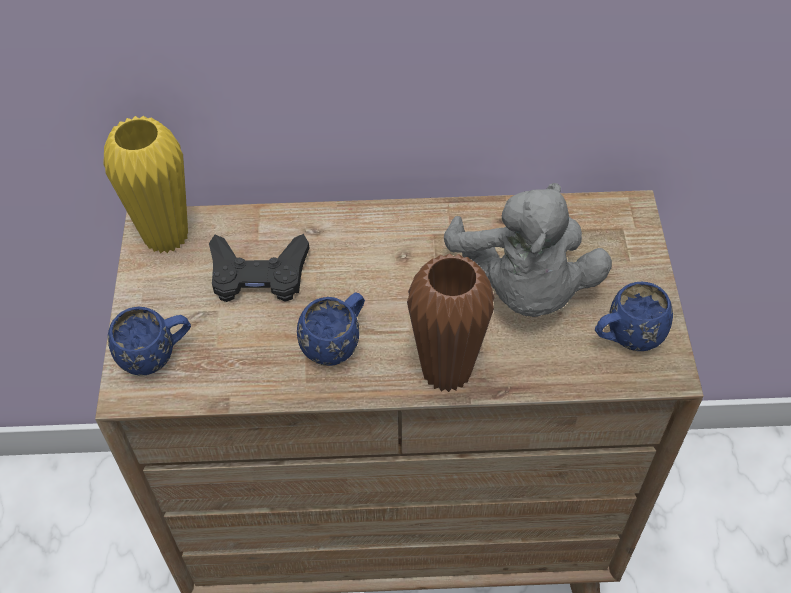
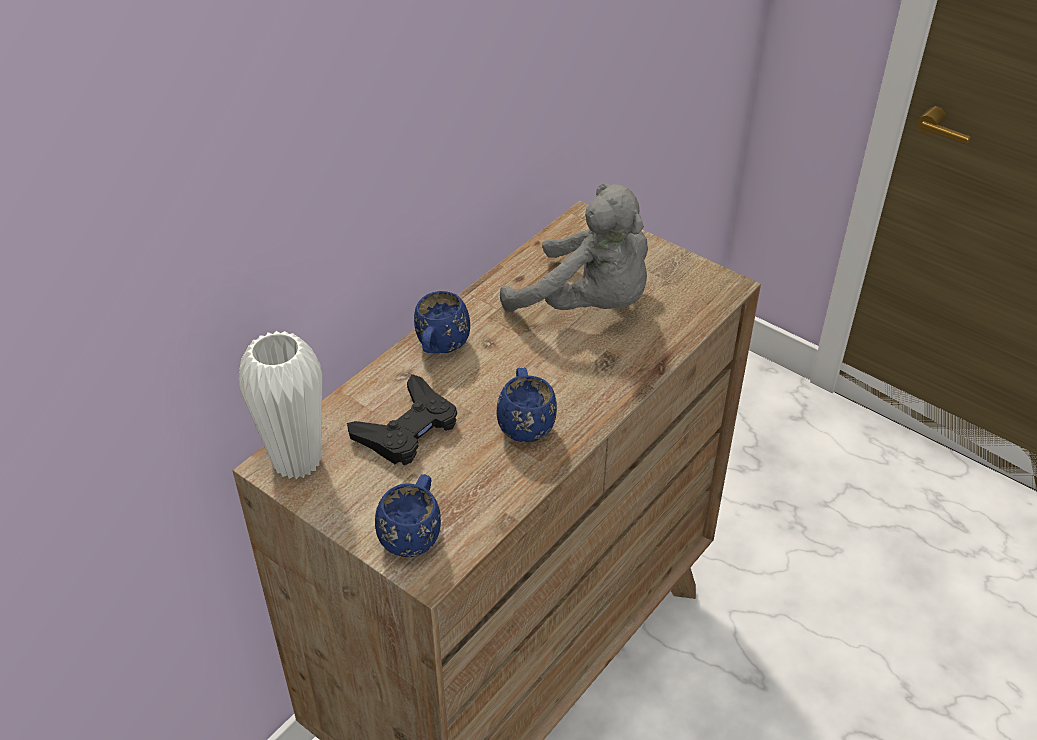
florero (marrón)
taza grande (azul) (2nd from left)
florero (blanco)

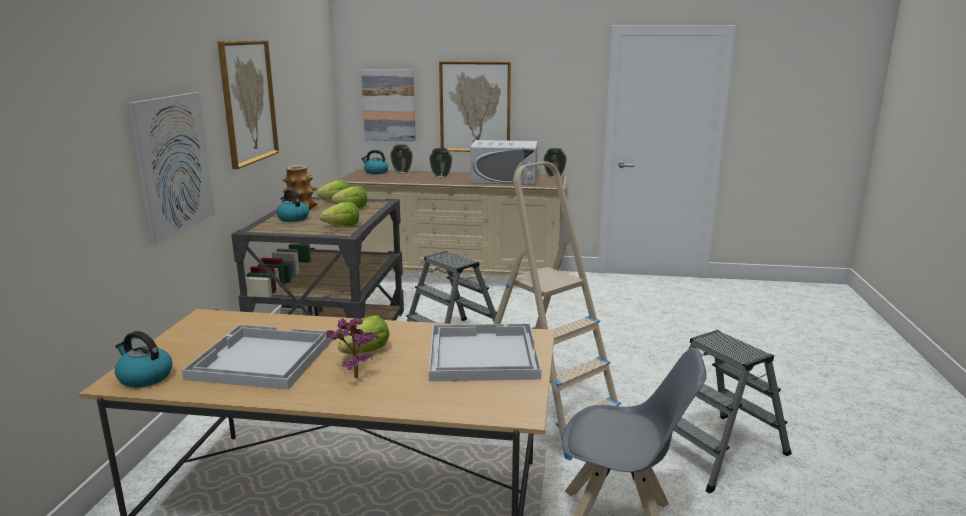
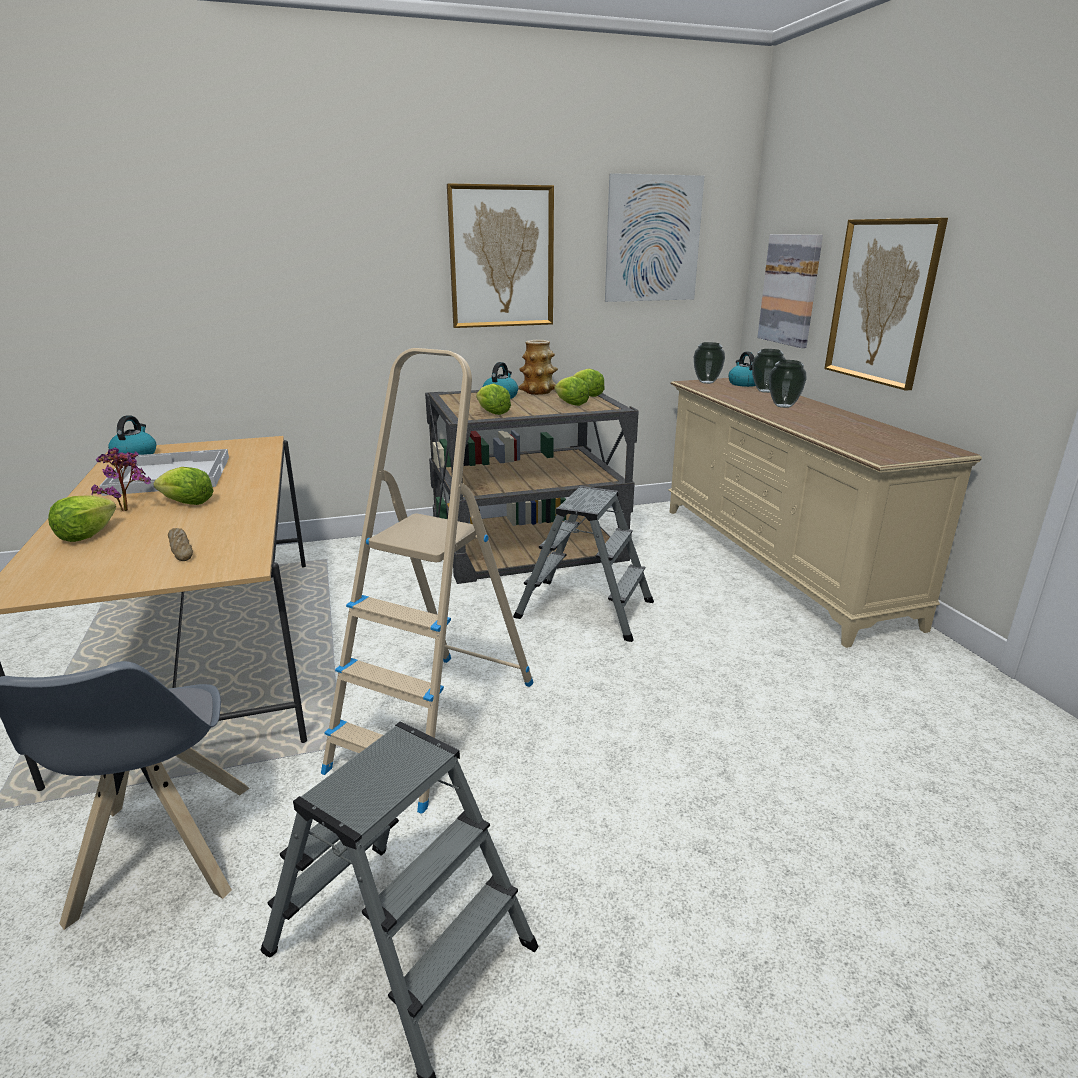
microondas (blanco)
lechuga (1st from left)
cuadro (2nd from left)
florero (2nd from left)
pan

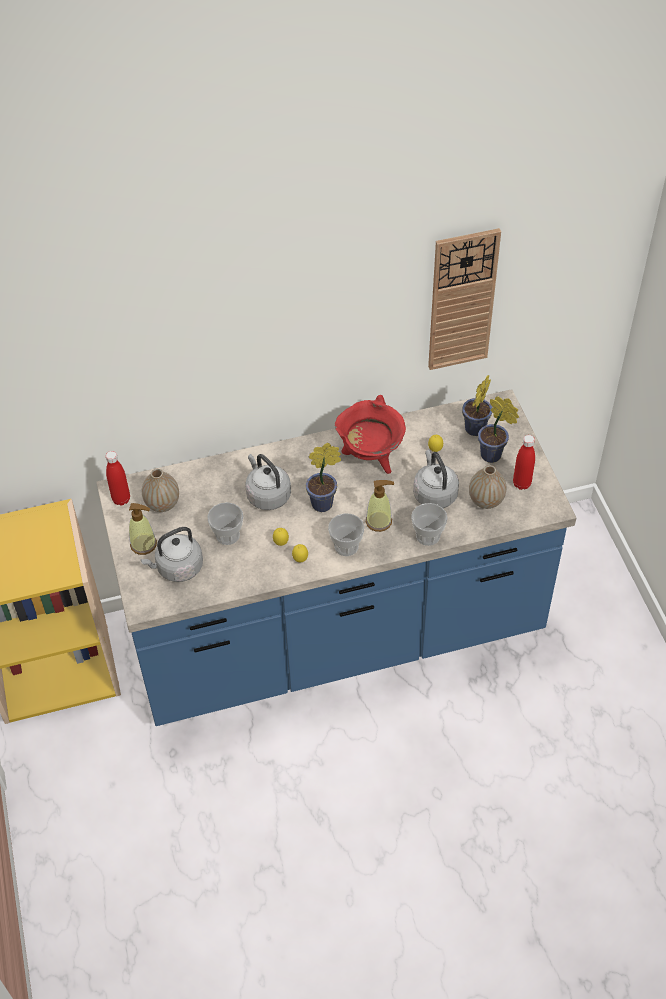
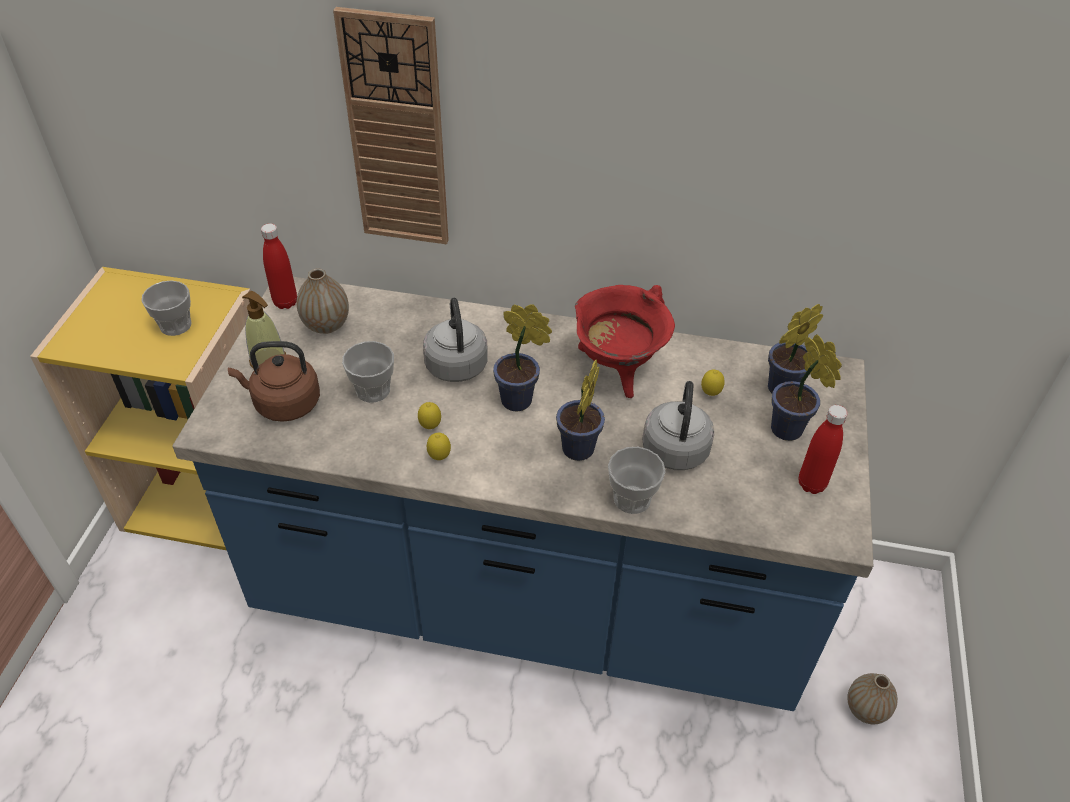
taza (1st from left)
reloj de pared
florero (2nd from left)
planta en maceta (2nd from left)
hervidor (marrón)

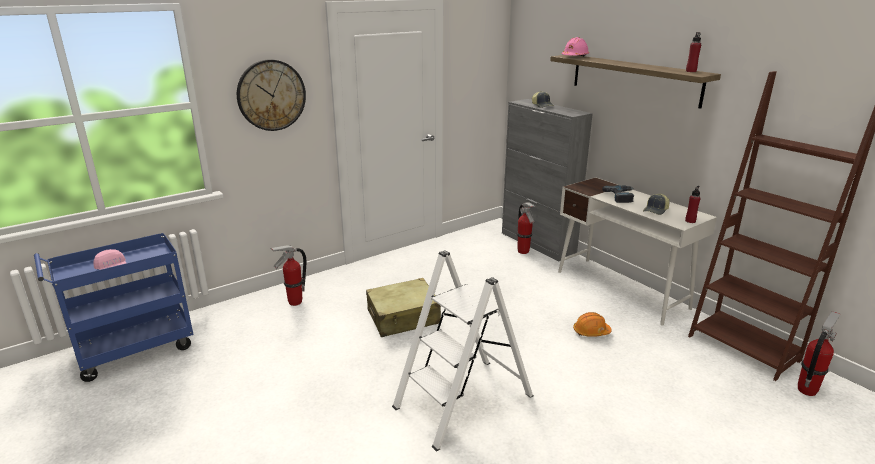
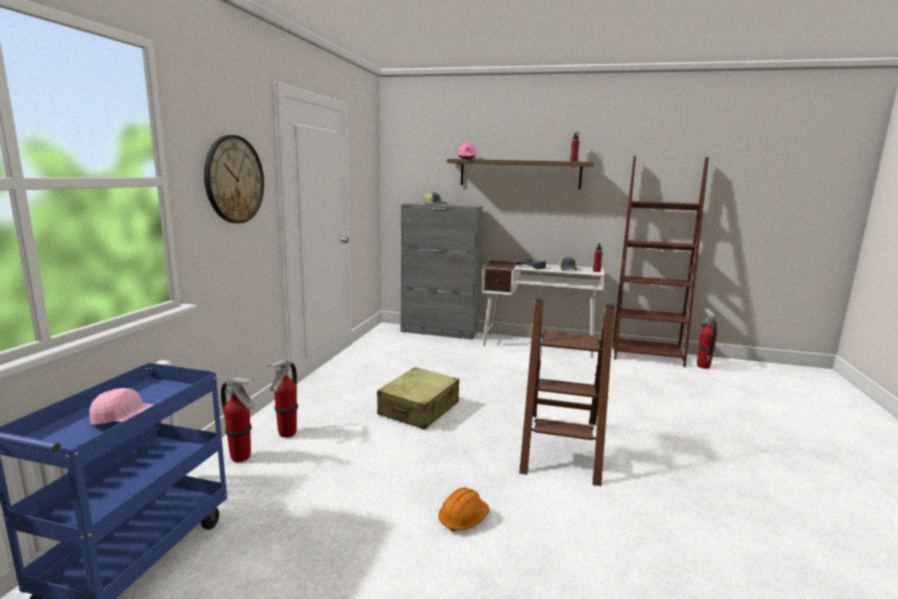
extintor (1st from left)
casco (naranja)
escalera de tijera (marrón)

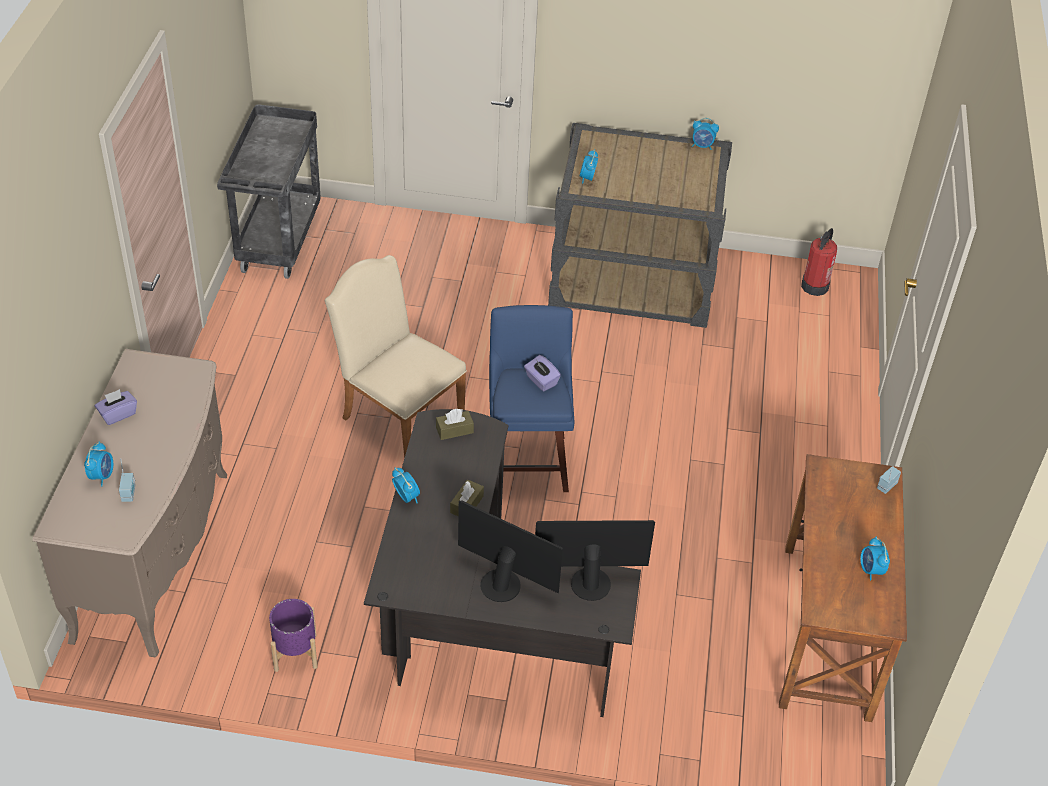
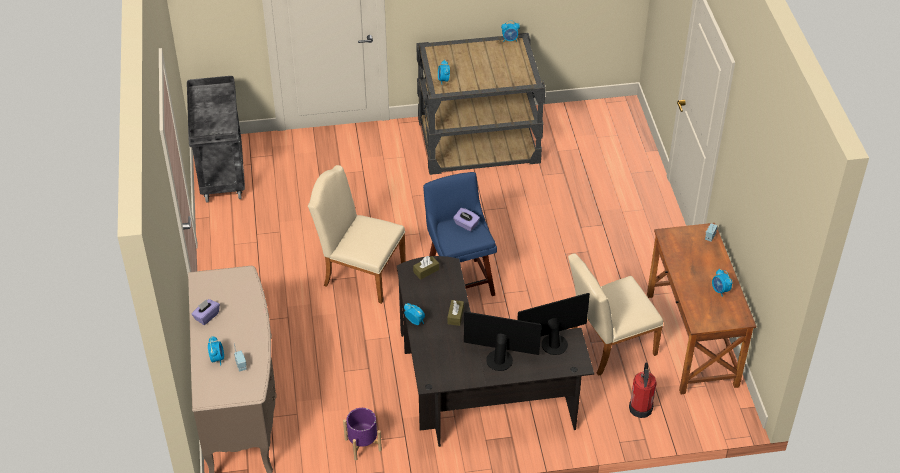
silla (beis) (2nd from left)
extintor

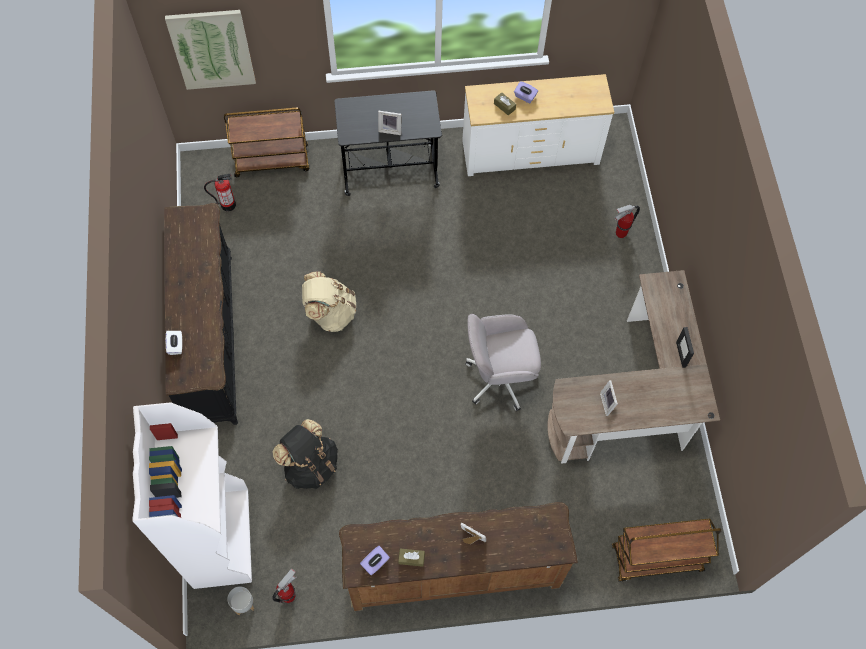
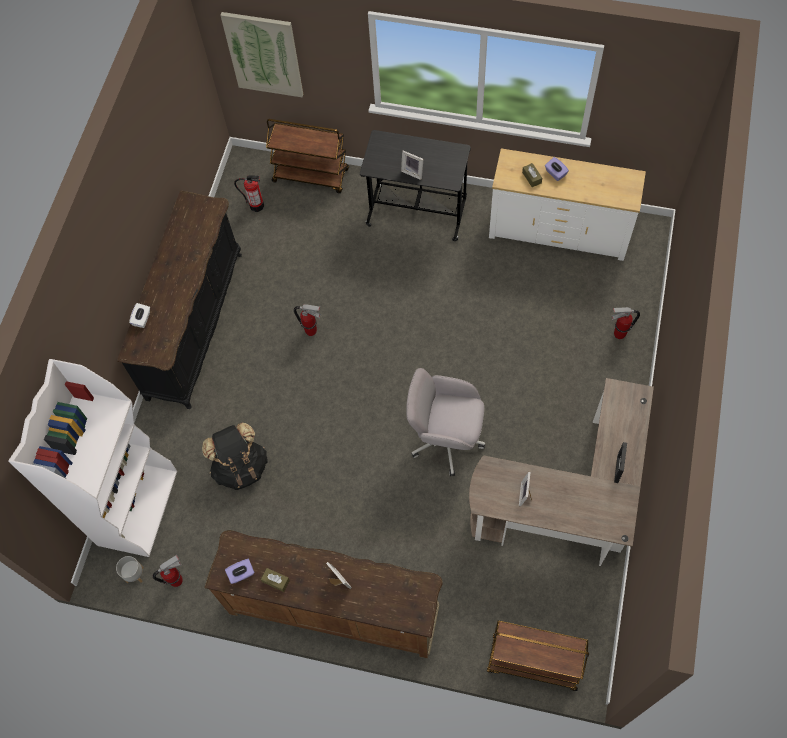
extintor (3rd from left)

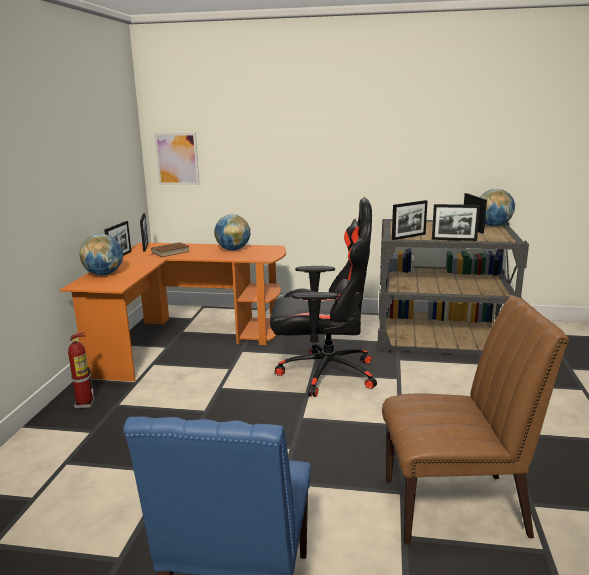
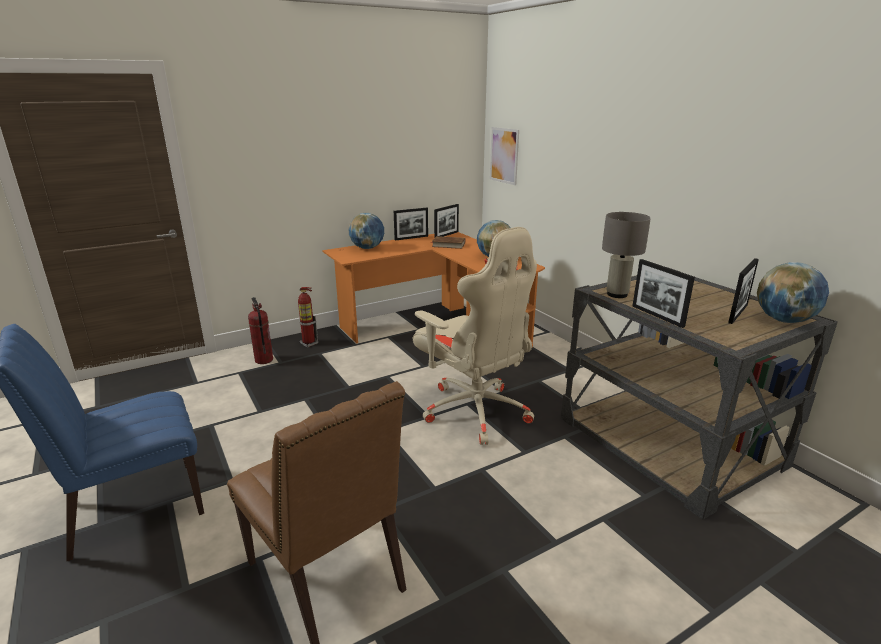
extintor (1st from left)
lámpara de mesa (gris)
silla de oficina (beis)

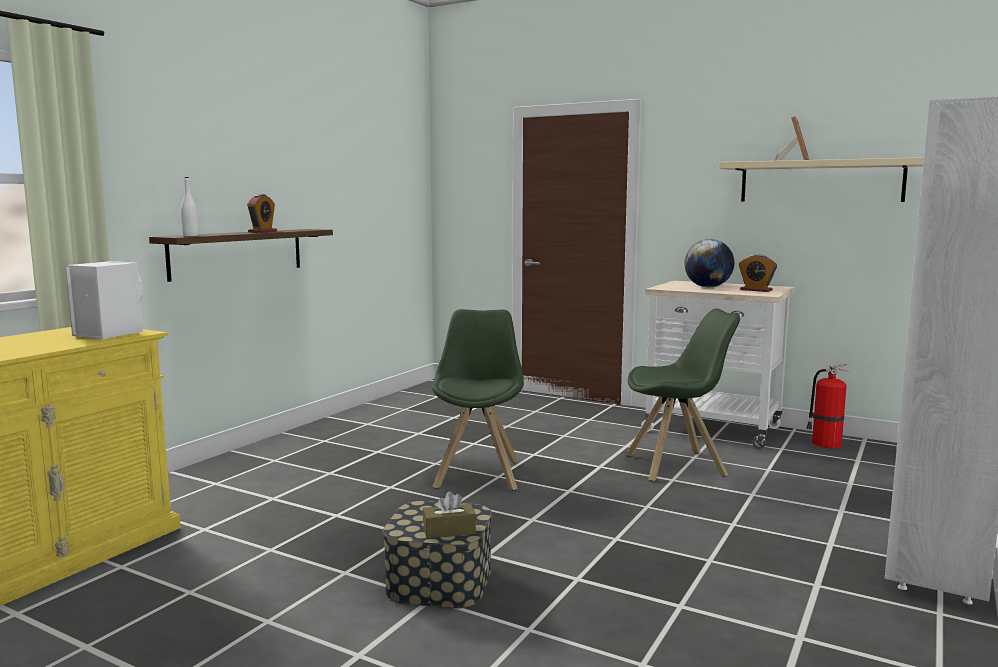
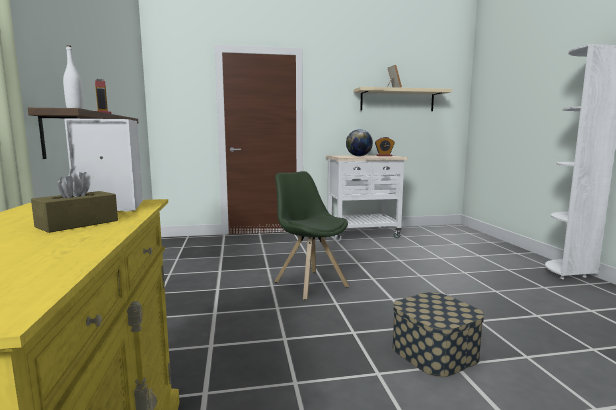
silla (verde) (2nd from left in the first image)
extintor
caja de pañuelos (marrón)

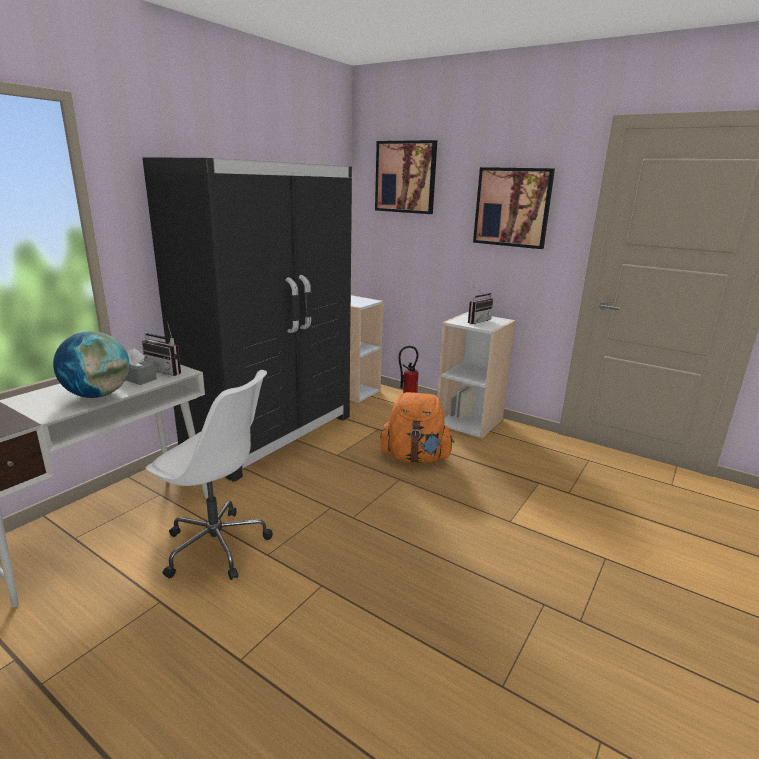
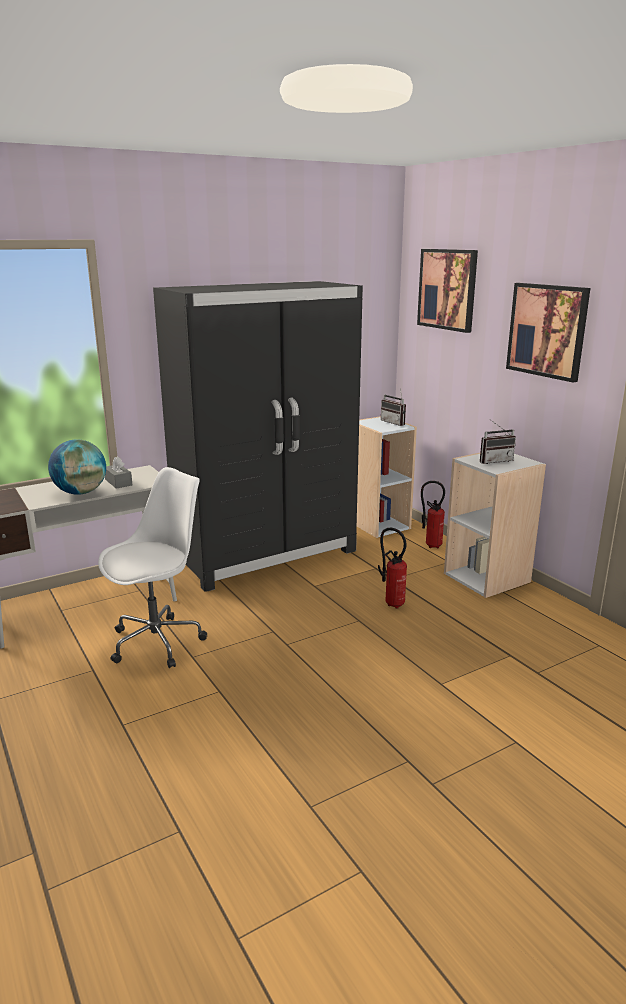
radio (1st from left)
extintor (1st from left)
silla de oficina (blanco)

